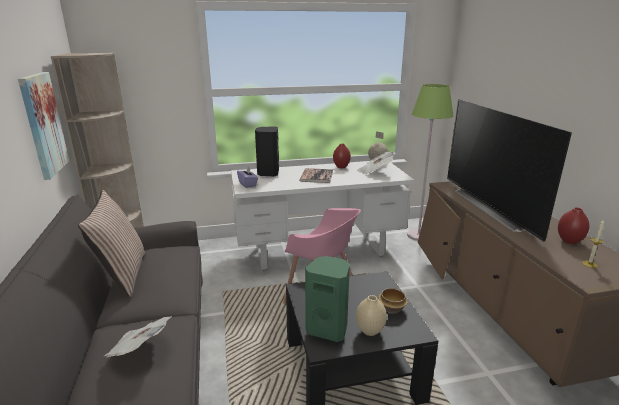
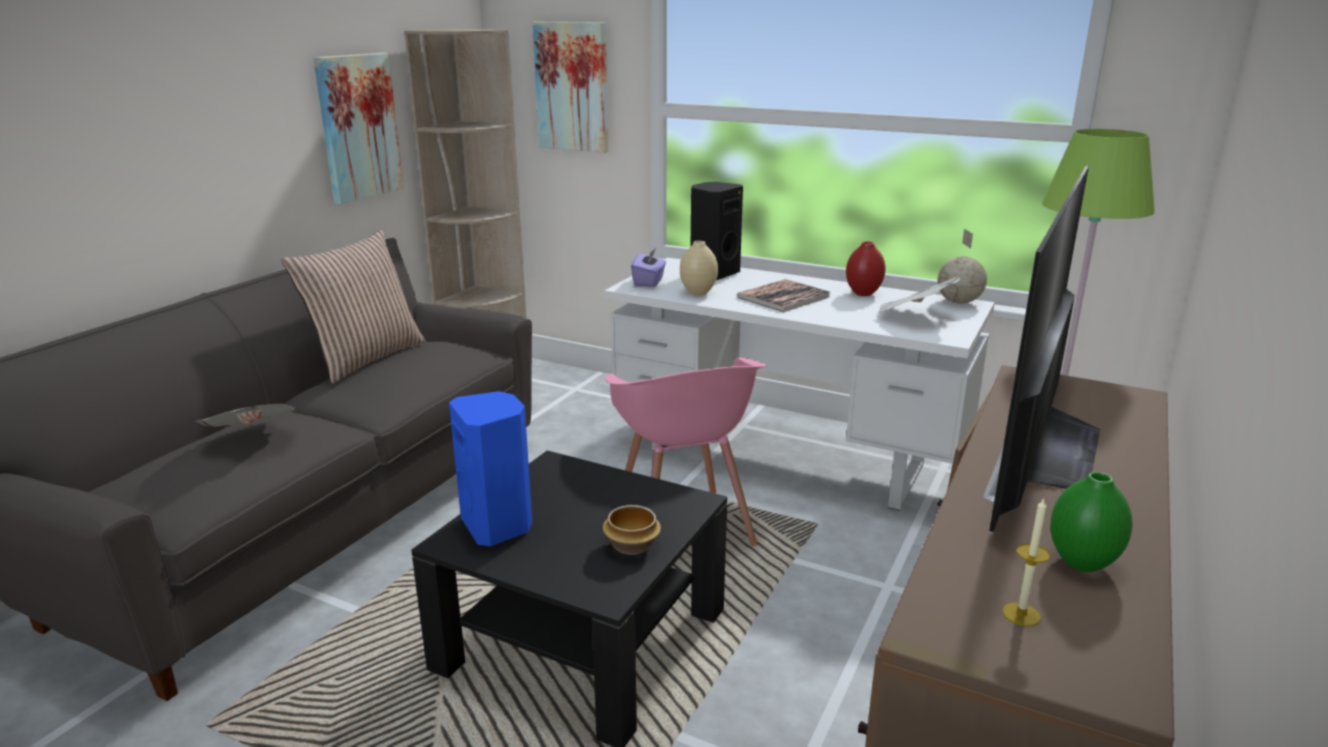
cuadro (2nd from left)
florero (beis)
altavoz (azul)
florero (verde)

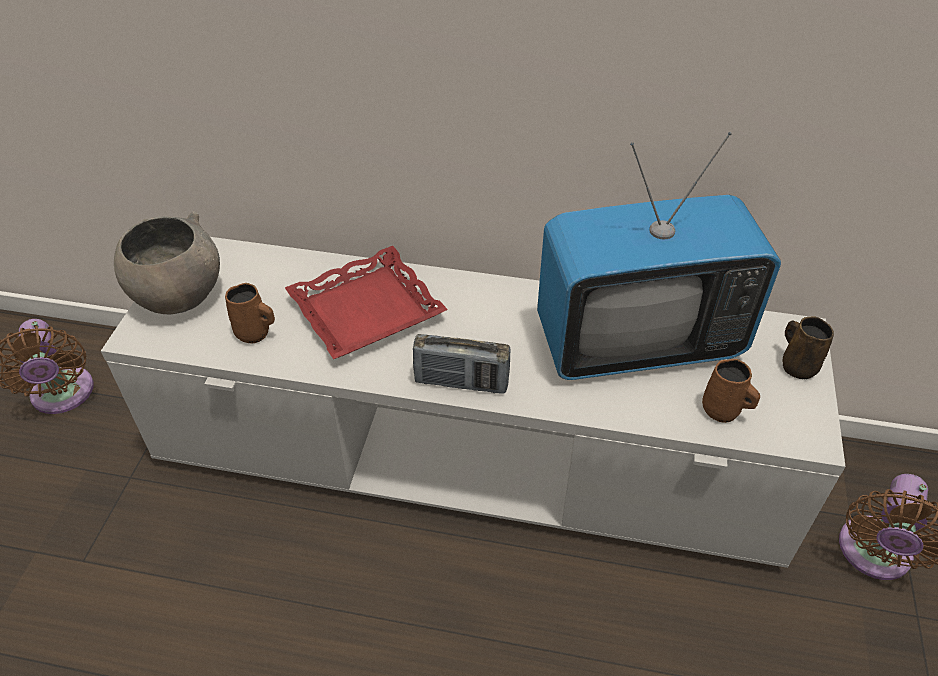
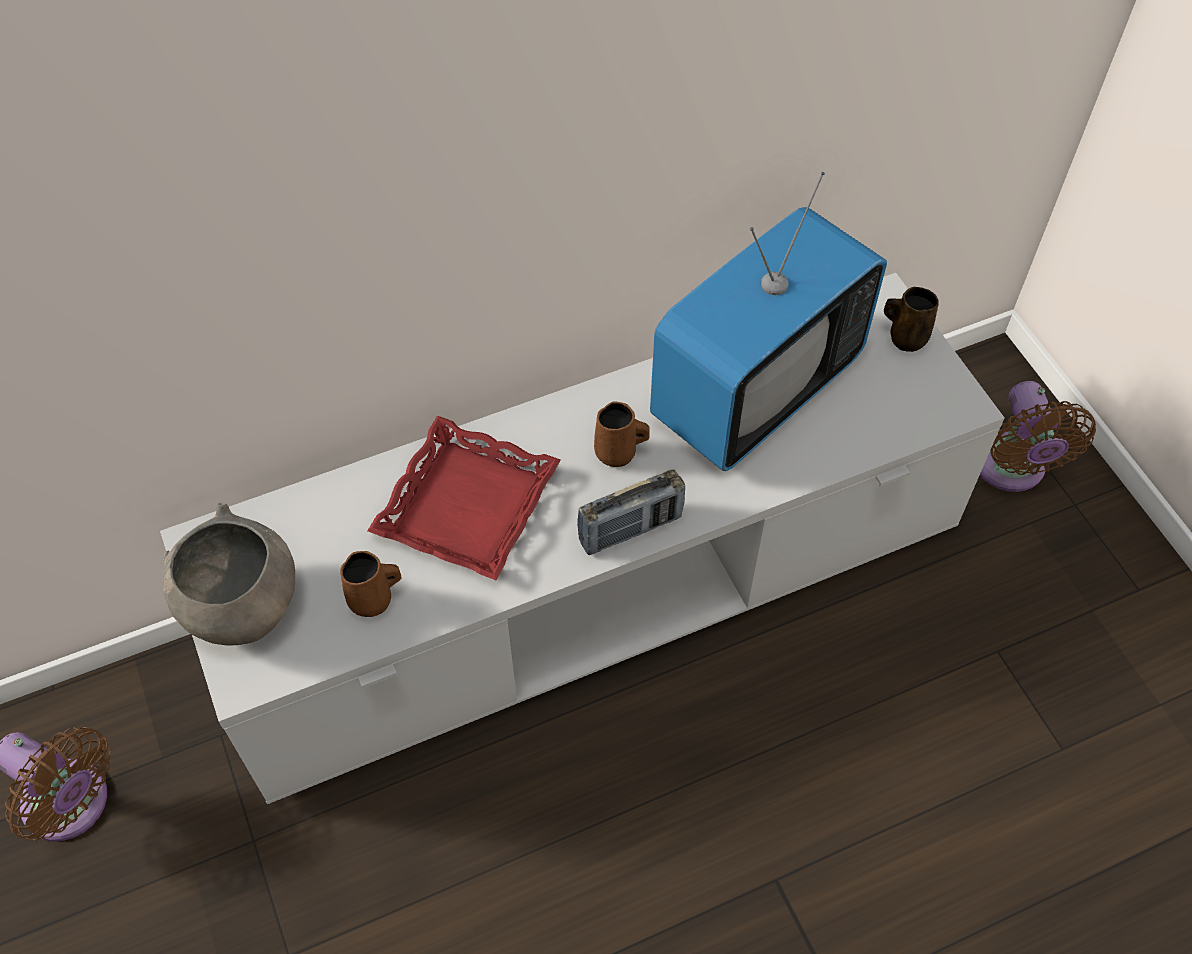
taza grande (marrón) (2nd from left)

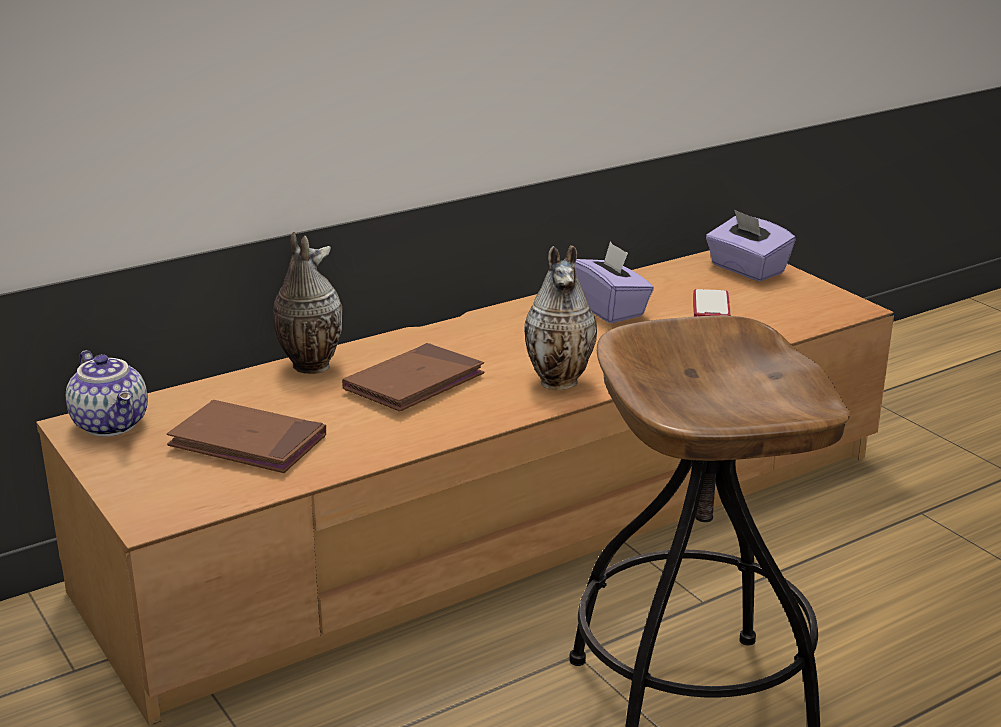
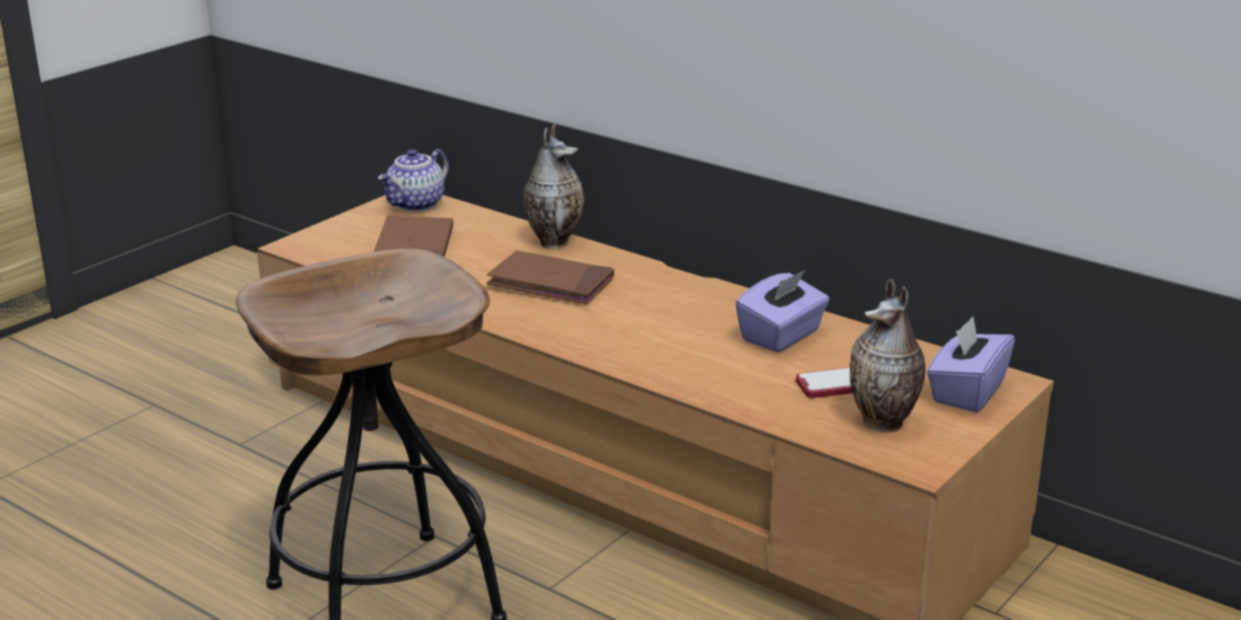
florero (2nd from left)

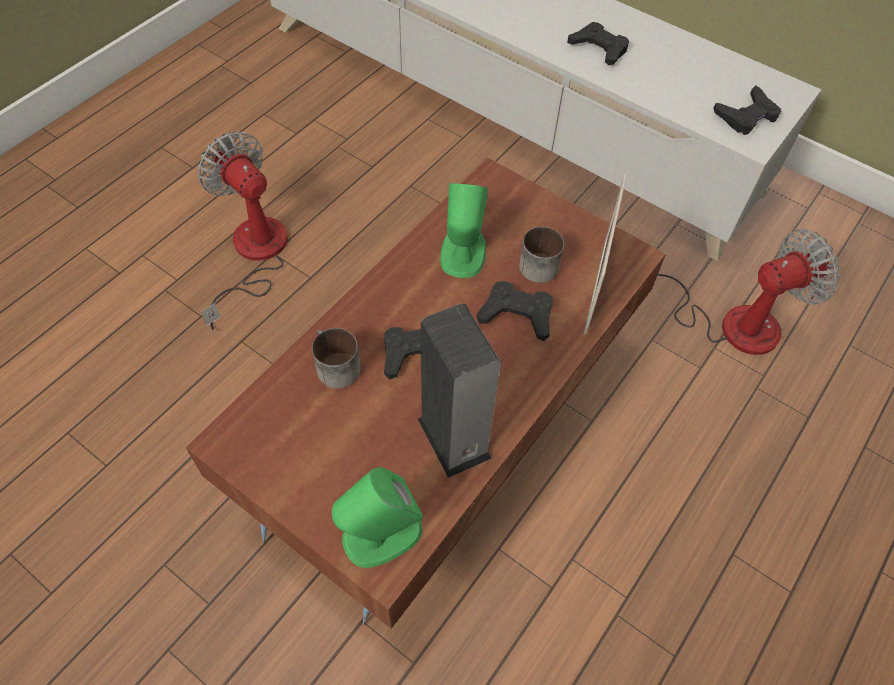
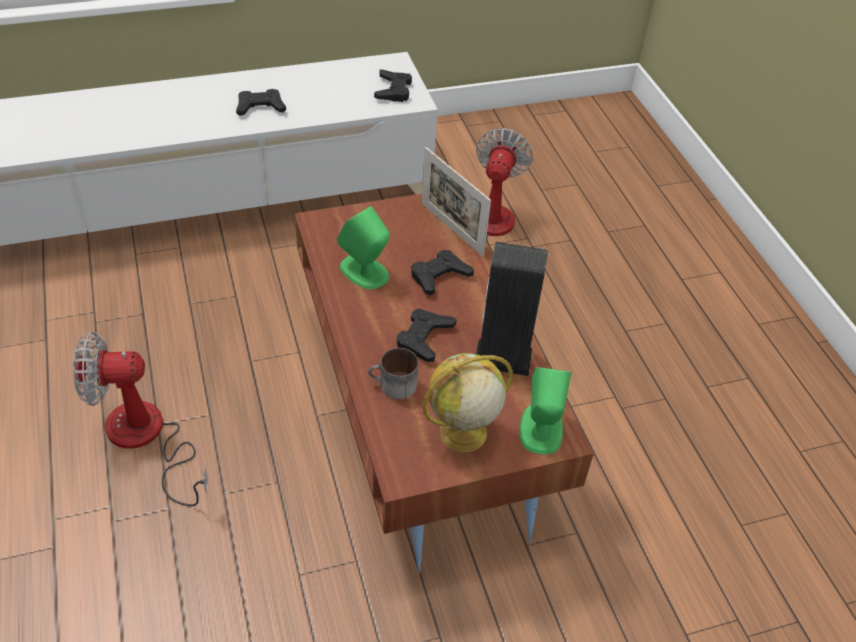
taza grande (2nd from left in the first image)
globo terráqueo

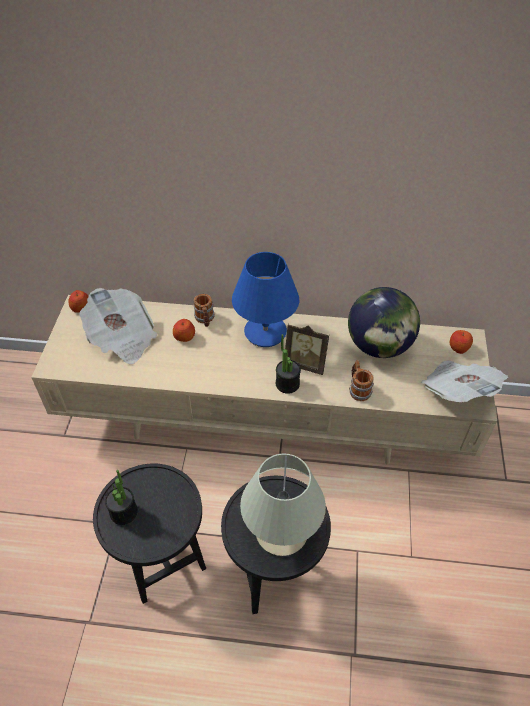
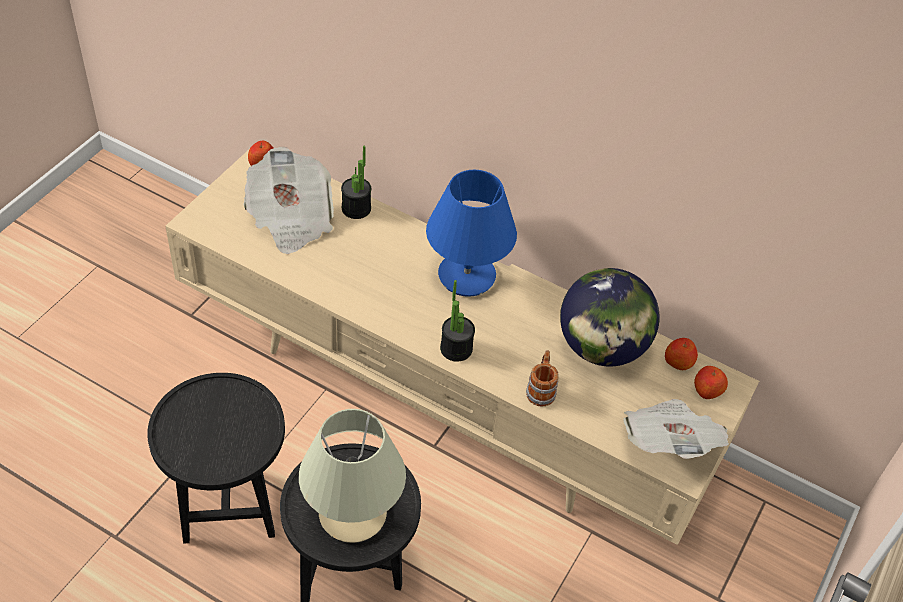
taza grande (1st from left in the first image)
portarretratos
planta en maceta (1st from left)
manzana (2nd from left)

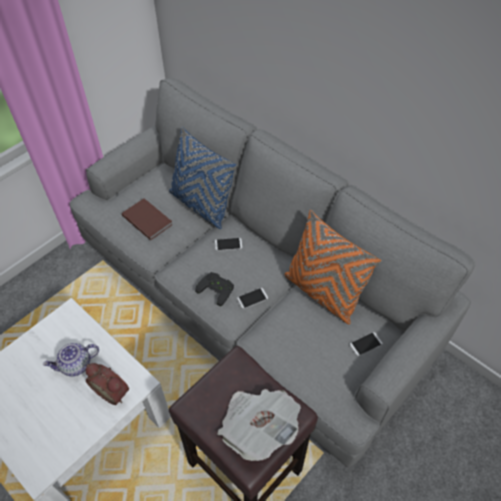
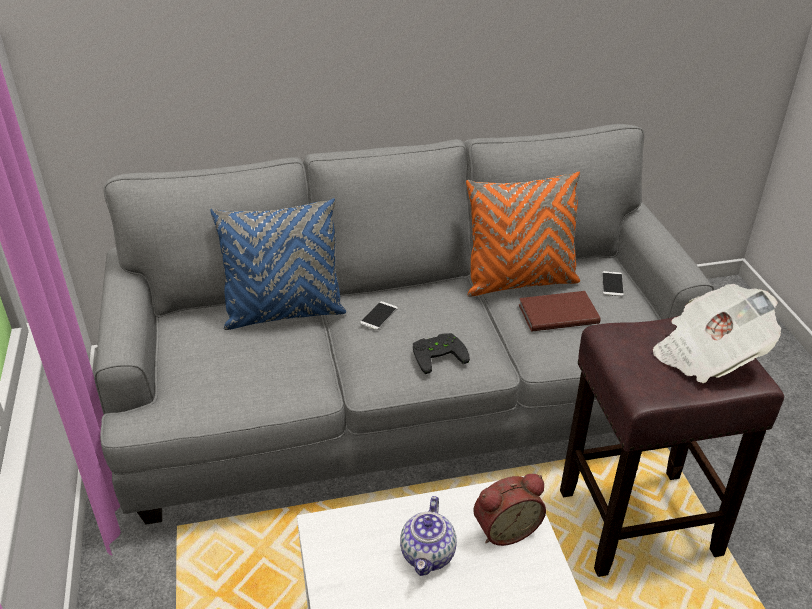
móvil (2nd from left in the first image)
libro (marrón)

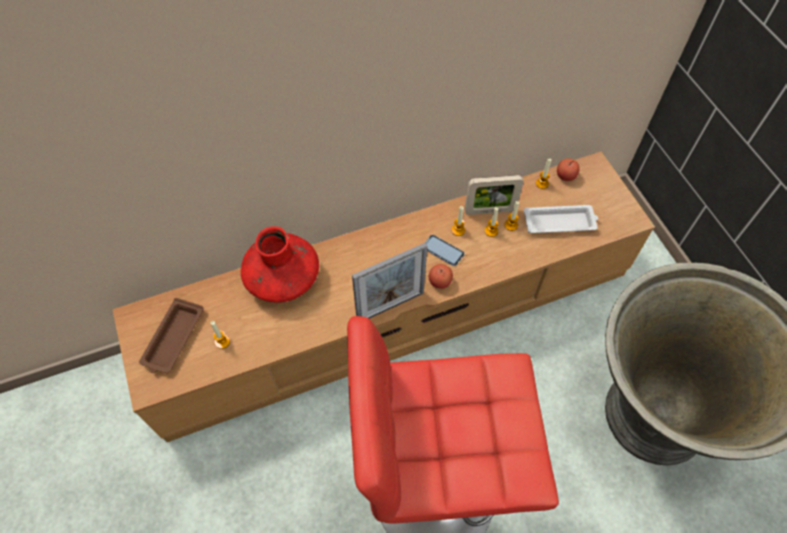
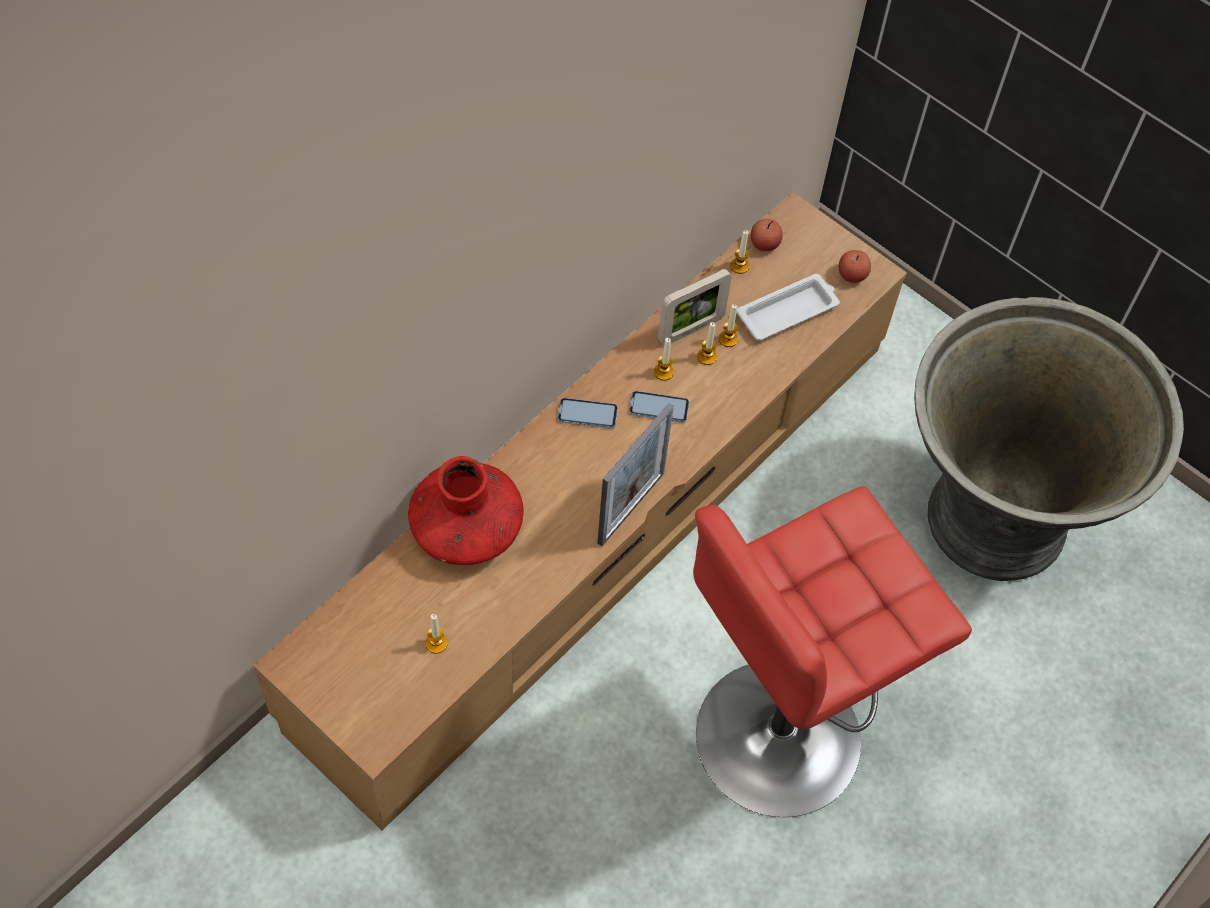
bandeja (marrón)
móvil (1st from left)
manzana (2nd from left)

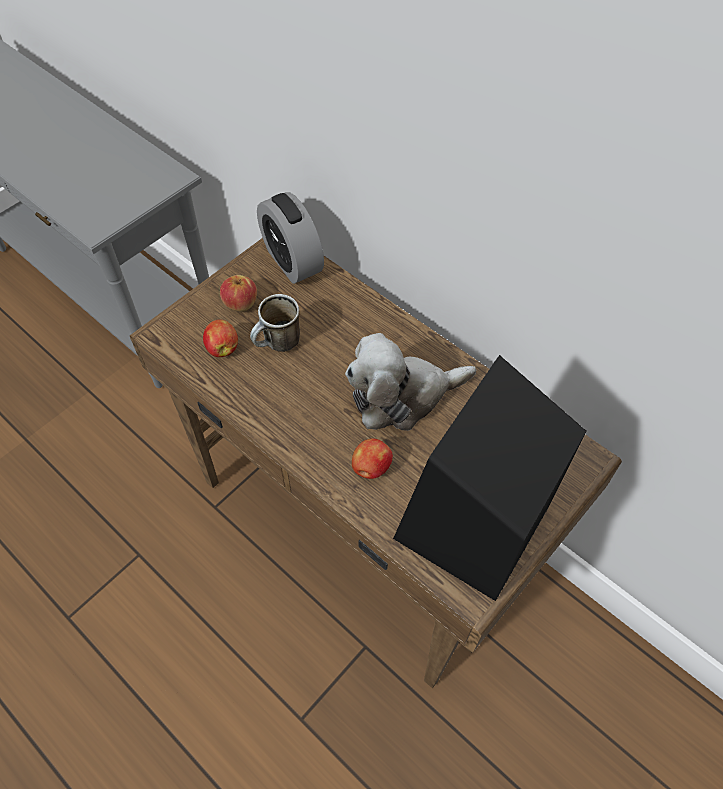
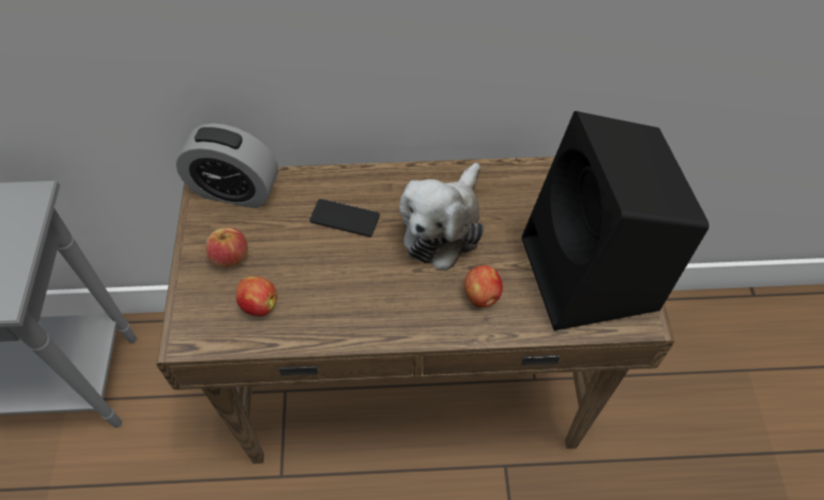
taza grande
móvil

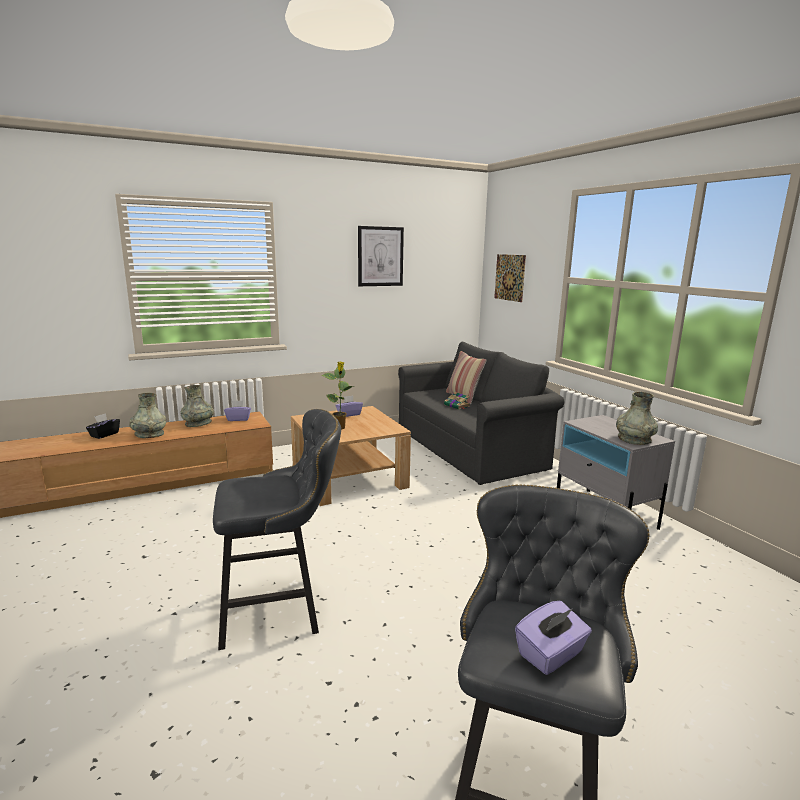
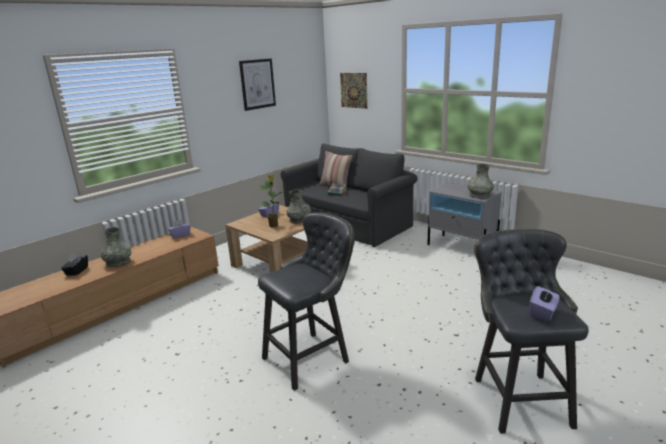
florero (gris) (2nd from left)

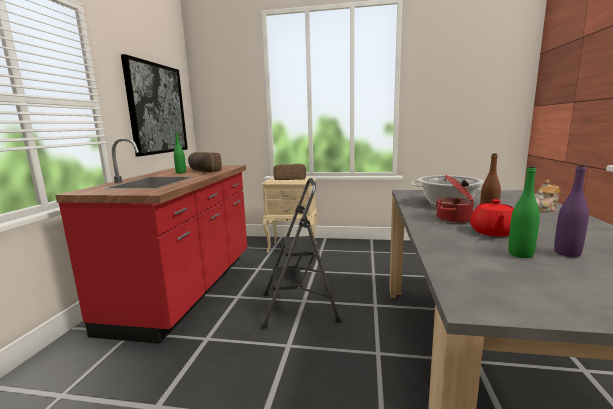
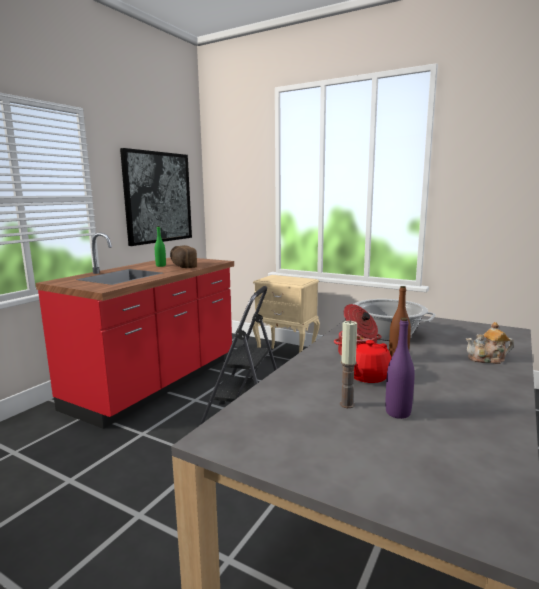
pan (2nd from left in the first image)
vela

